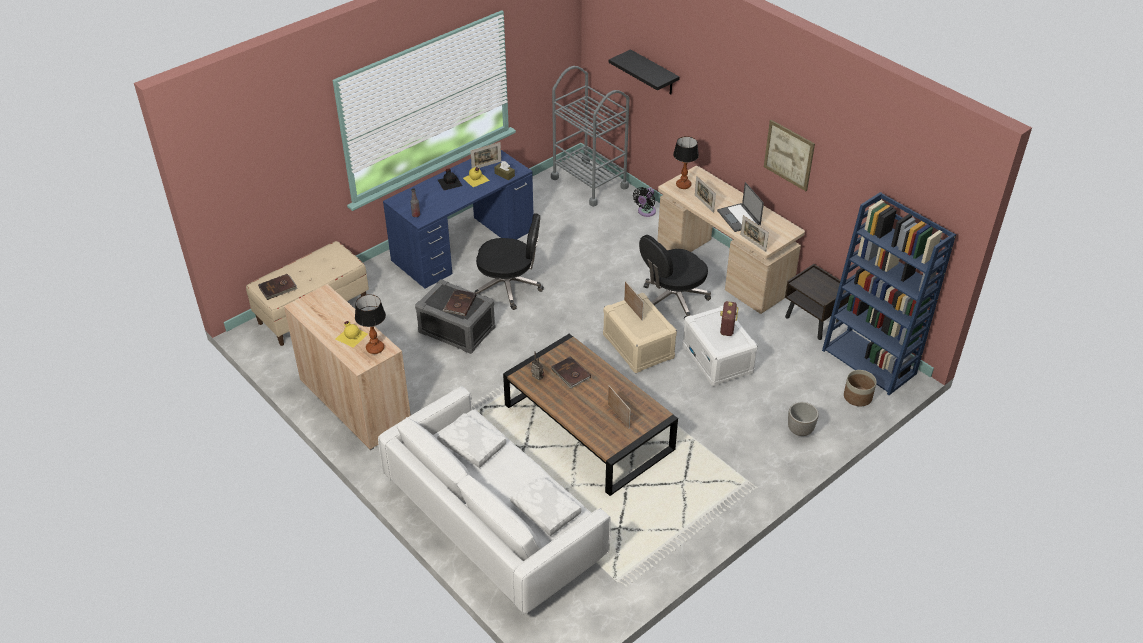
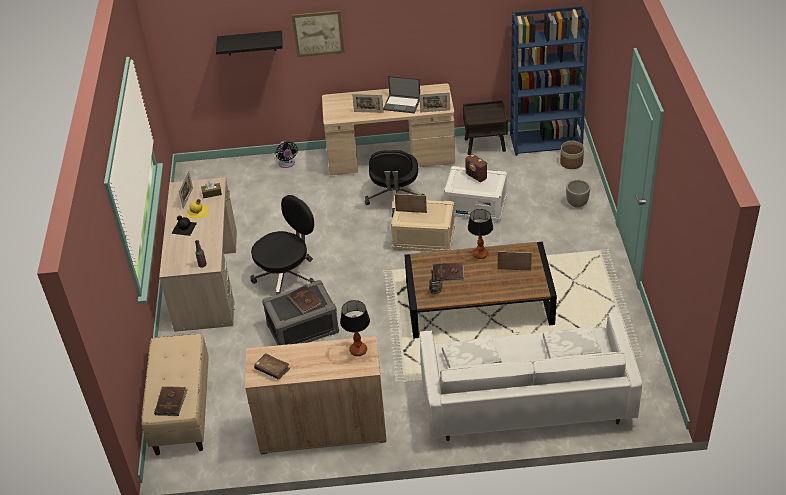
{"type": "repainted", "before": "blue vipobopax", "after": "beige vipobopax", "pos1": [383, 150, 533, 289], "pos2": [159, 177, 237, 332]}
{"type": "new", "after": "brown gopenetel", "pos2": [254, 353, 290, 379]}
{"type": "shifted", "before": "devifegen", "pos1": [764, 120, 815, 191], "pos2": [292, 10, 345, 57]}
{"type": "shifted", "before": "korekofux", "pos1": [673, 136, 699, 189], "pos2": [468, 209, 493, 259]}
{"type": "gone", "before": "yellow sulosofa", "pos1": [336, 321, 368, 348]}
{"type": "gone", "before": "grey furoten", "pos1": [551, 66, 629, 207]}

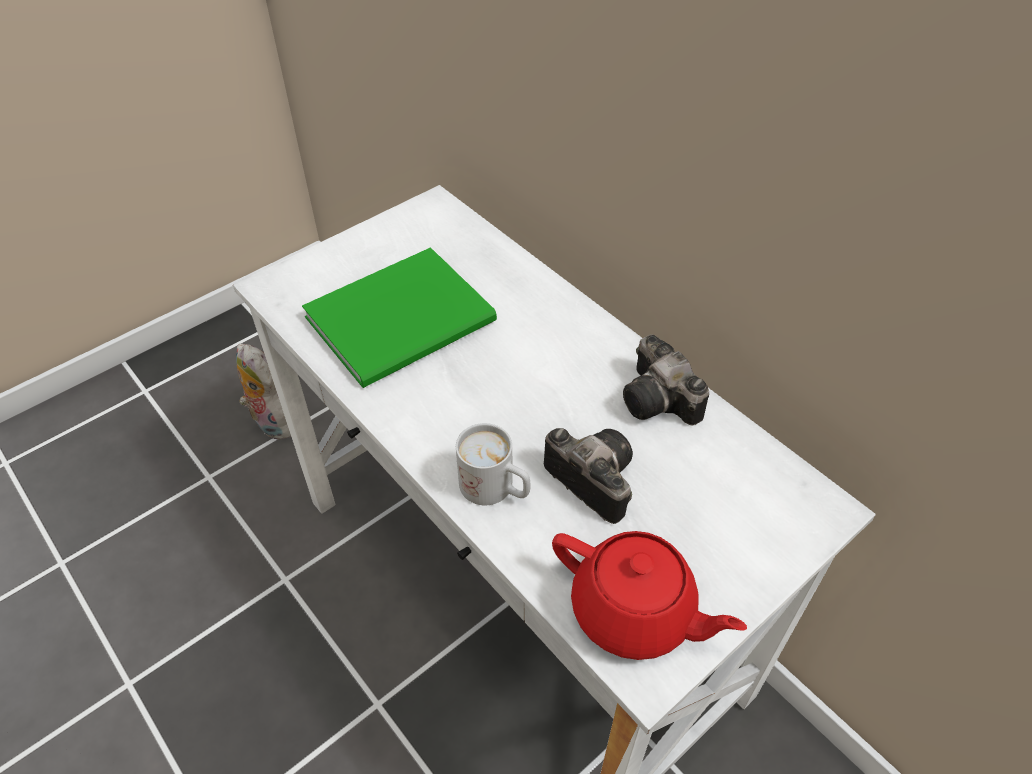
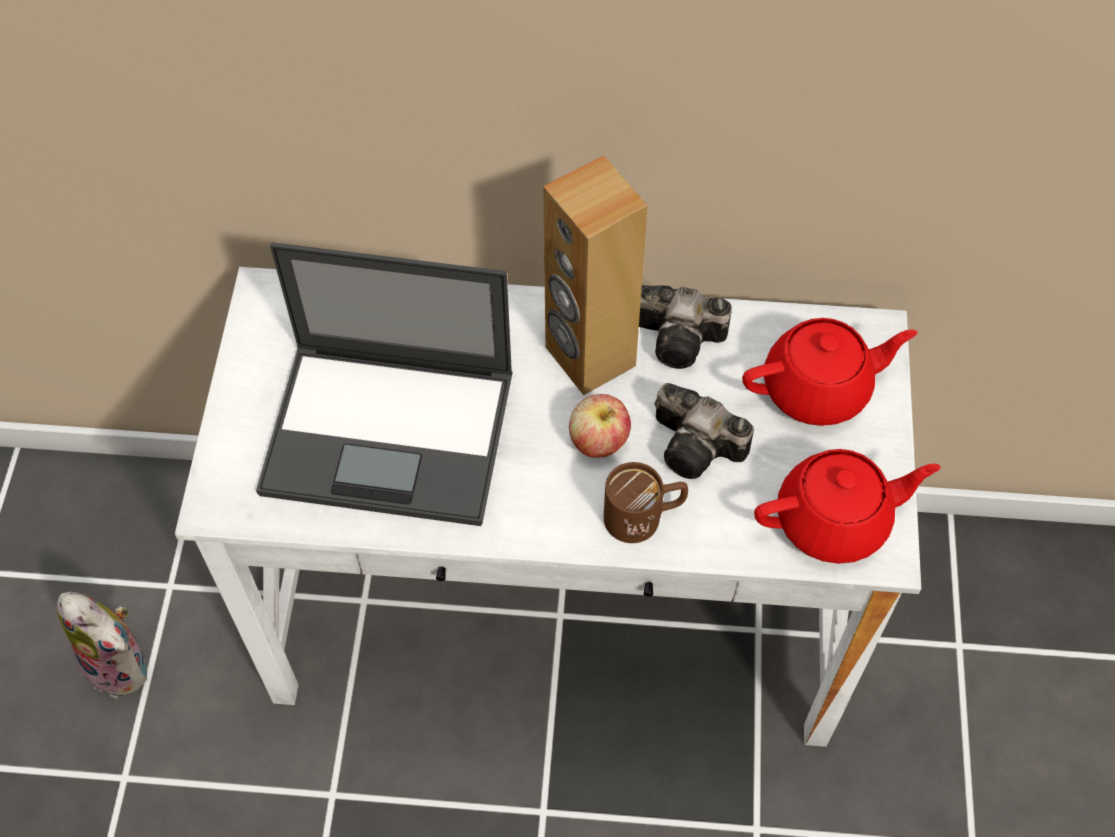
{"type": "rotated", "before": "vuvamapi", "pos1": [236, 344, 291, 440], "pos2": [57, 592, 147, 698], "turn": -150}
{"type": "swapped", "before": "green gopenetel", "after": "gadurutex", "pos1": [302, 247, 497, 388], "pos2": [256, 242, 513, 526]}
{"type": "new", "after": "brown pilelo", "pos2": [543, 156, 648, 395]}
{"type": "new", "after": "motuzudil", "pos2": [569, 394, 631, 458]}
{"type": "repainted", "before": "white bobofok", "after": "brown bobofok", "pos1": [456, 423, 530, 505], "pos2": [604, 462, 688, 543]}
{"type": "rotated", "before": "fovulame", "pos1": [544, 428, 633, 524], "pos2": [654, 383, 754, 479], "turn": -150}
{"type": "new", "after": "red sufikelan", "pos2": [742, 318, 917, 426]}

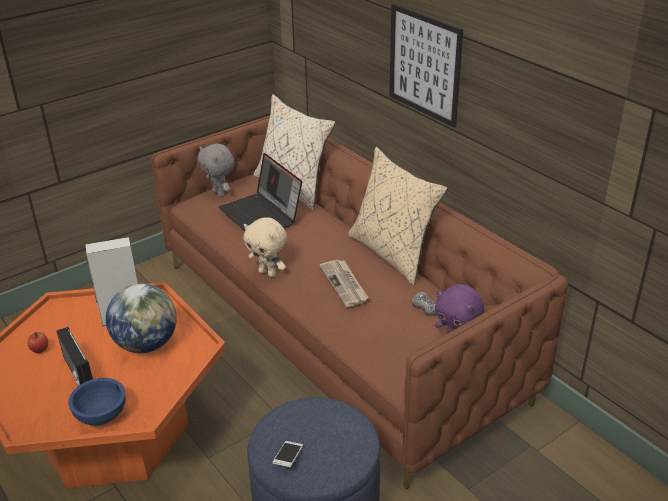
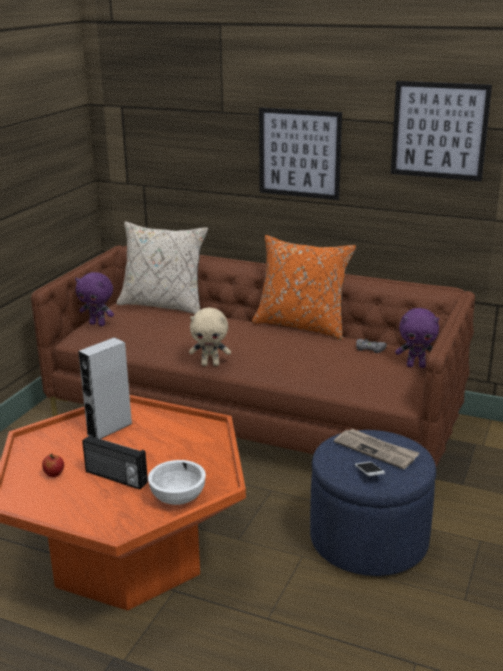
{"type": "repainted", "before": "grey vuvamapi", "after": "purple vuvamapi", "pos1": [198, 144, 235, 197], "pos2": [75, 272, 114, 326]}
{"type": "repainted", "before": "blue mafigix", "after": "white mafigix", "pos1": [68, 378, 126, 426], "pos2": [148, 460, 206, 505]}
{"type": "repainted", "before": "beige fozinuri", "after": "orange fozinuri", "pos1": [348, 147, 448, 285], "pos2": [252, 235, 356, 340]}
{"type": "shifted", "before": "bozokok", "pos1": [319, 259, 369, 307], "pos2": [334, 429, 420, 469]}
{"type": "new", "after": "devifegen", "pos2": [391, 81, 492, 181]}
{"type": "gone", "before": "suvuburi", "pos1": [106, 284, 177, 353]}
{"type": "gone", "before": "gadurutex", "pos1": [219, 153, 302, 231]}

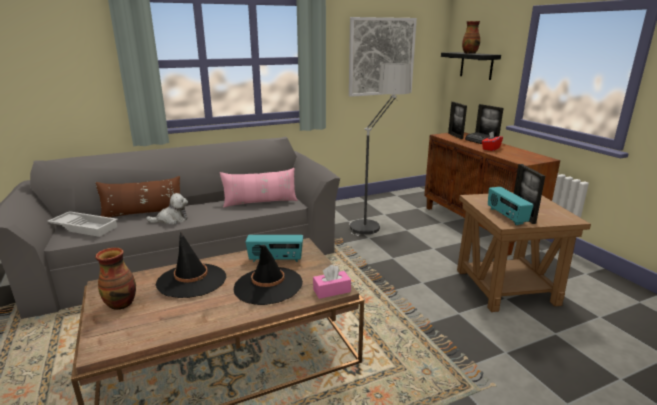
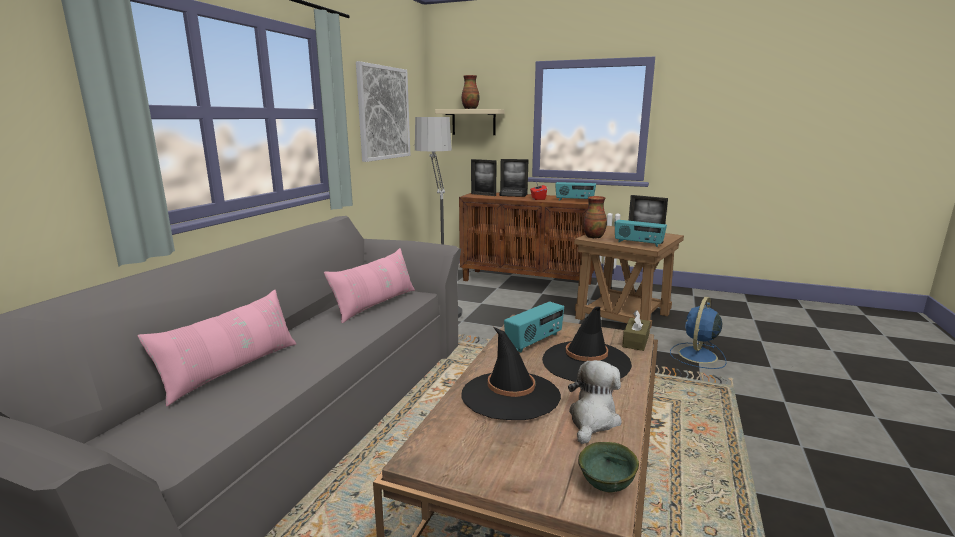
{"type": "repainted", "before": "brown fozinuri", "after": "pink fozinuri", "pos1": [95, 176, 180, 217], "pos2": [137, 290, 296, 407]}
{"type": "repainted", "before": "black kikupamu", "after": "beige kikupamu", "pos1": [441, 52, 501, 80], "pos2": [435, 109, 505, 135]}
{"type": "new", "after": "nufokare", "pos2": [555, 182, 596, 201]}
{"type": "shifted", "before": "vuvamapi", "pos1": [146, 193, 188, 225], "pos2": [568, 360, 622, 444]}
{"type": "new", "after": "green mafigix", "pos2": [578, 442, 639, 493]}
{"type": "shifted", "before": "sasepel", "pos1": [95, 248, 136, 310], "pos2": [583, 196, 607, 238]}
{"type": "repainted", "before": "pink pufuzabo", "after": "brown pufuzabo", "pos1": [313, 265, 351, 299], "pos2": [622, 310, 650, 351]}
{"type": "new", "after": "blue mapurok", "pos2": [670, 297, 727, 369]}
{"type": "gone", "before": "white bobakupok", "pos1": [47, 211, 118, 237]}

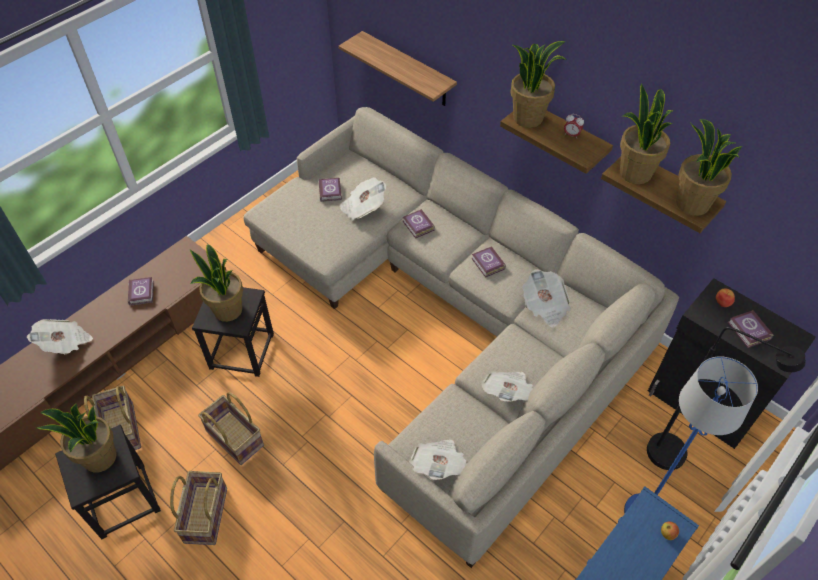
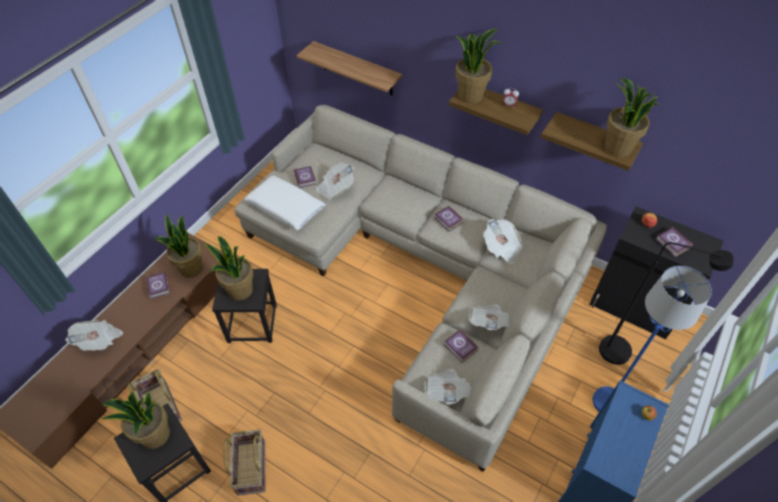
{"type": "shifted", "before": "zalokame", "pos1": [620, 83, 672, 184], "pos2": [155, 214, 203, 278]}
{"type": "new", "after": "white fozinuri", "pos2": [244, 175, 326, 230]}
{"type": "shifted", "before": "gopenetel", "pos1": [403, 209, 435, 239], "pos2": [444, 330, 479, 363]}
{"type": "gone", "before": "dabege", "pos1": [198, 392, 264, 465]}

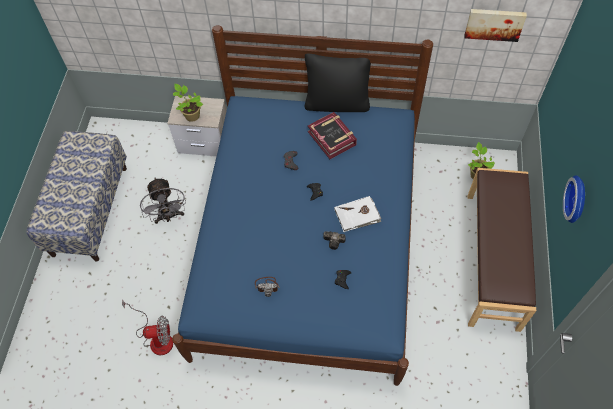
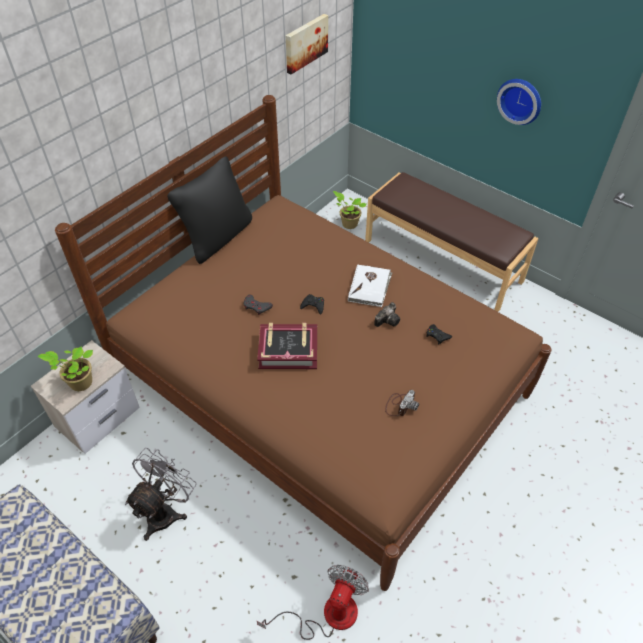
{"type": "repainted", "before": "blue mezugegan", "after": "brown mezugegan", "pos1": [172, 25, 433, 386], "pos2": [55, 95, 552, 591]}
{"type": "rotated", "before": "grey mapurok", "pos1": [140, 177, 186, 224], "pos2": [125, 448, 197, 541], "turn": -75}
{"type": "shifted", "before": "gopenetel", "pos1": [308, 112, 357, 159], "pos2": [257, 323, 317, 369]}

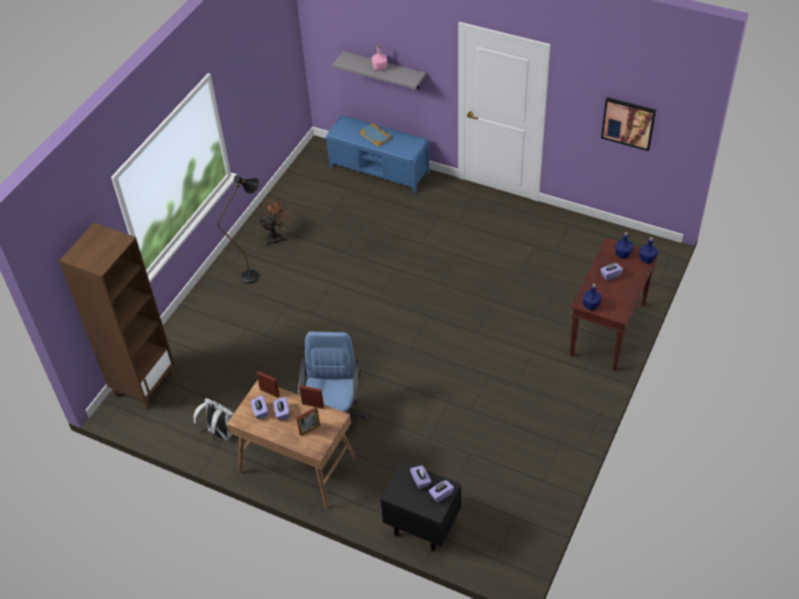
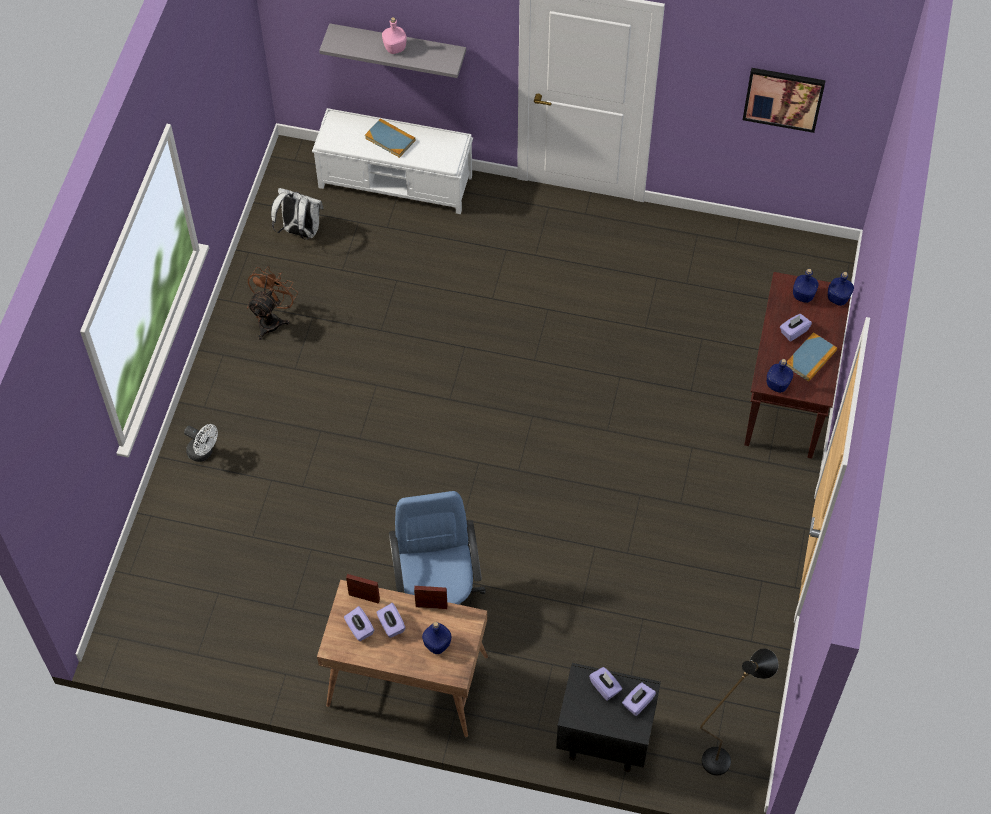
{"type": "new", "after": "white mapurok", "pos2": [184, 424, 218, 462]}
{"type": "shifted", "before": "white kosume", "pos1": [194, 398, 234, 442], "pos2": [271, 188, 324, 240]}
{"type": "repainted", "before": "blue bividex", "after": "white bividex", "pos1": [325, 115, 430, 193], "pos2": [312, 108, 473, 214]}
{"type": "swapped", "before": "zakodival", "after": "blue sulosofa", "pos1": [296, 407, 320, 436], "pos2": [422, 622, 451, 654]}
{"type": "shifted", "before": "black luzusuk", "pos1": [217, 175, 260, 284], "pos2": [700, 648, 778, 776]}
{"type": "new", "after": "gopenetel", "pos2": [786, 332, 837, 382]}
{"type": "gone", "before": "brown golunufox", "pos1": [59, 223, 175, 410]}

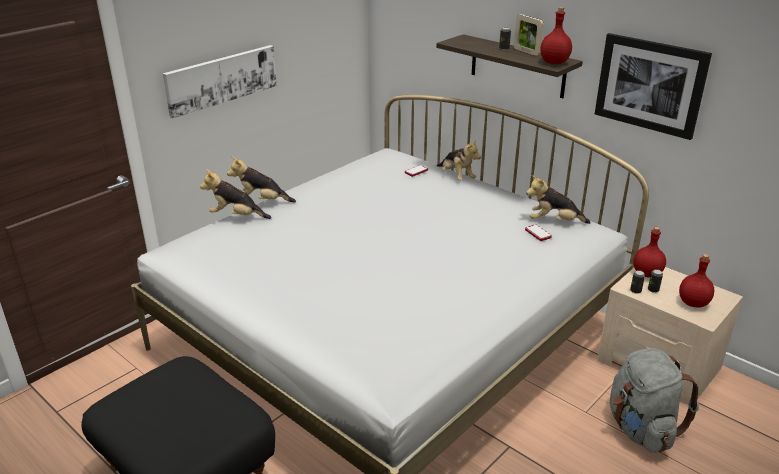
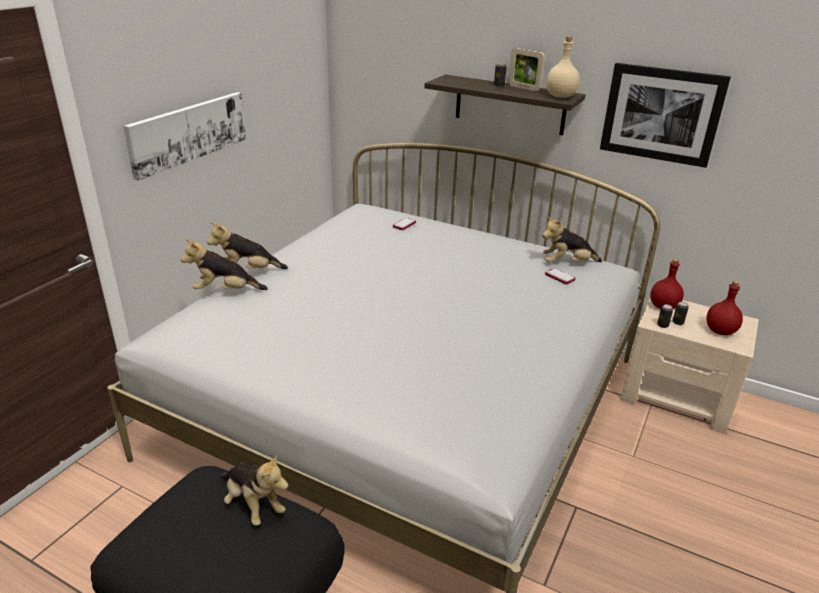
{"type": "shifted", "before": "vuvamapi", "pos1": [437, 140, 481, 181], "pos2": [220, 453, 289, 526]}
{"type": "repainted", "before": "red sulosofa", "after": "beige sulosofa", "pos1": [540, 7, 572, 64], "pos2": [546, 36, 580, 98]}
{"type": "gone", "before": "grey kosume", "pos1": [610, 348, 699, 453]}

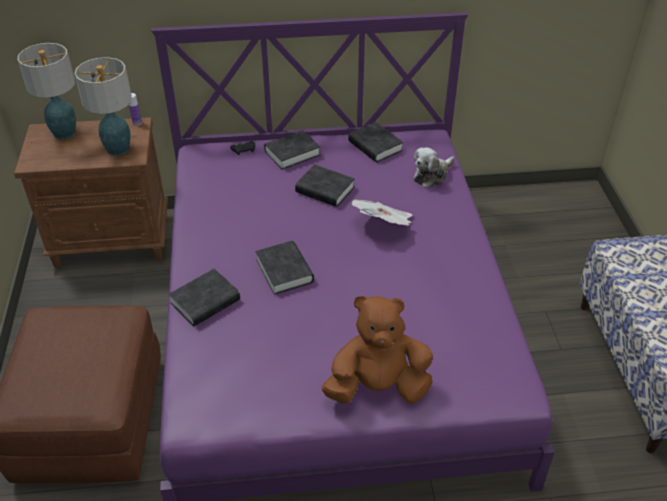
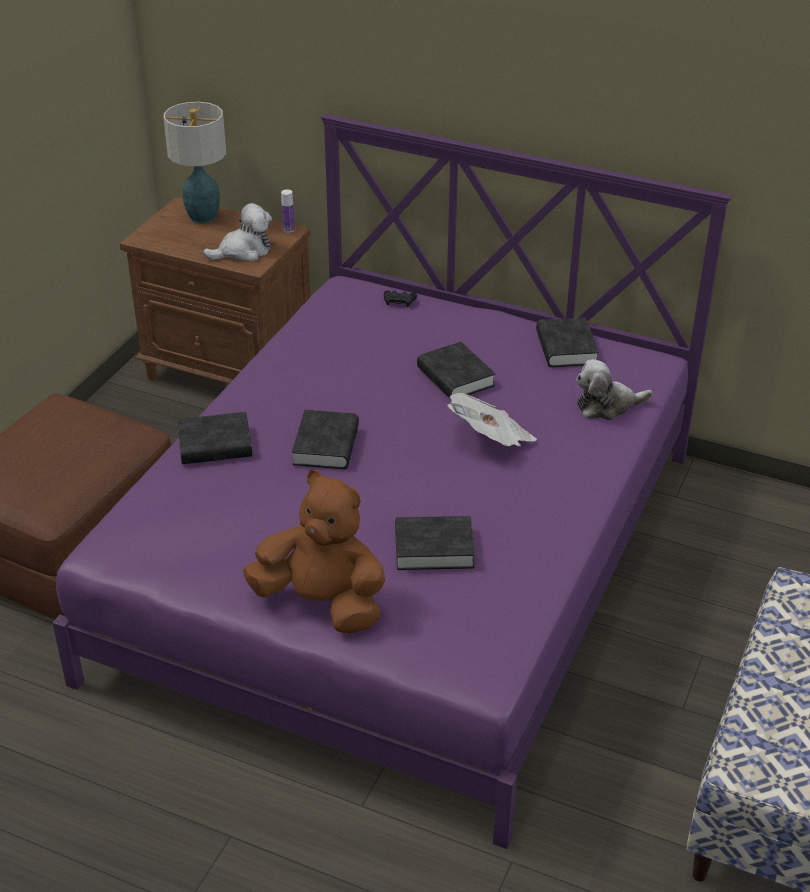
{"type": "swapped", "before": "korekofux", "after": "vuvamapi", "pos1": [75, 57, 132, 156], "pos2": [203, 203, 272, 261]}
{"type": "shifted", "before": "black gopenetel", "pos1": [264, 130, 321, 170], "pos2": [395, 516, 475, 570]}

